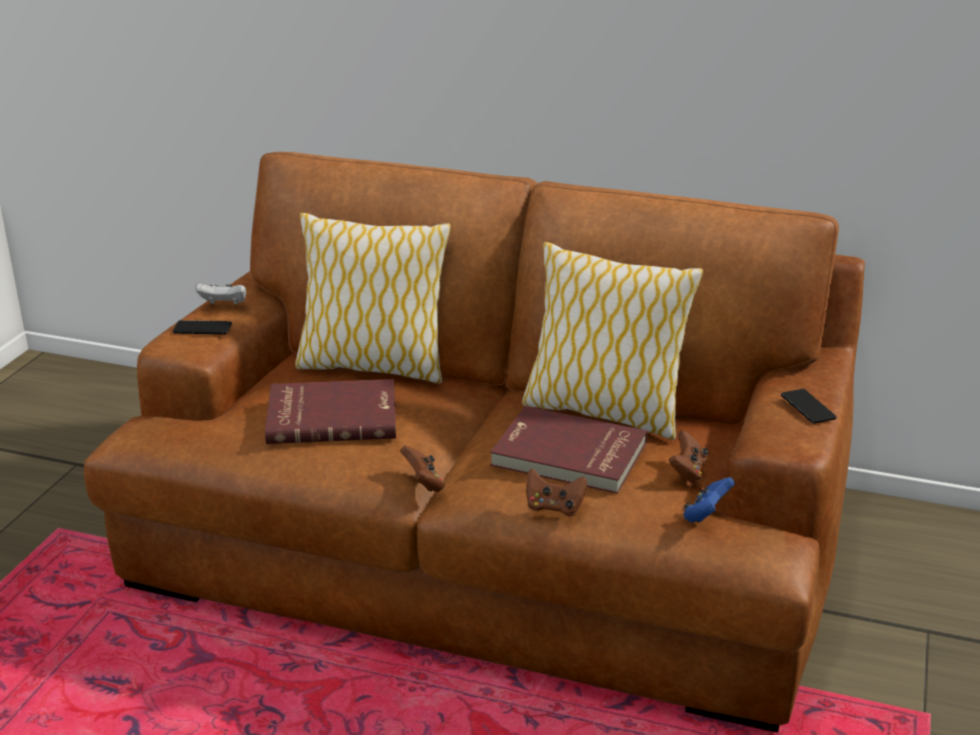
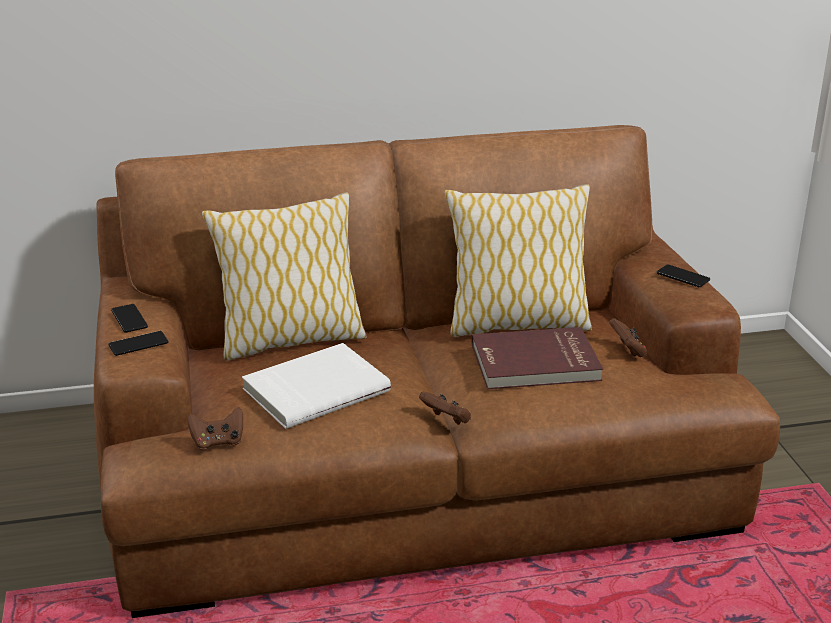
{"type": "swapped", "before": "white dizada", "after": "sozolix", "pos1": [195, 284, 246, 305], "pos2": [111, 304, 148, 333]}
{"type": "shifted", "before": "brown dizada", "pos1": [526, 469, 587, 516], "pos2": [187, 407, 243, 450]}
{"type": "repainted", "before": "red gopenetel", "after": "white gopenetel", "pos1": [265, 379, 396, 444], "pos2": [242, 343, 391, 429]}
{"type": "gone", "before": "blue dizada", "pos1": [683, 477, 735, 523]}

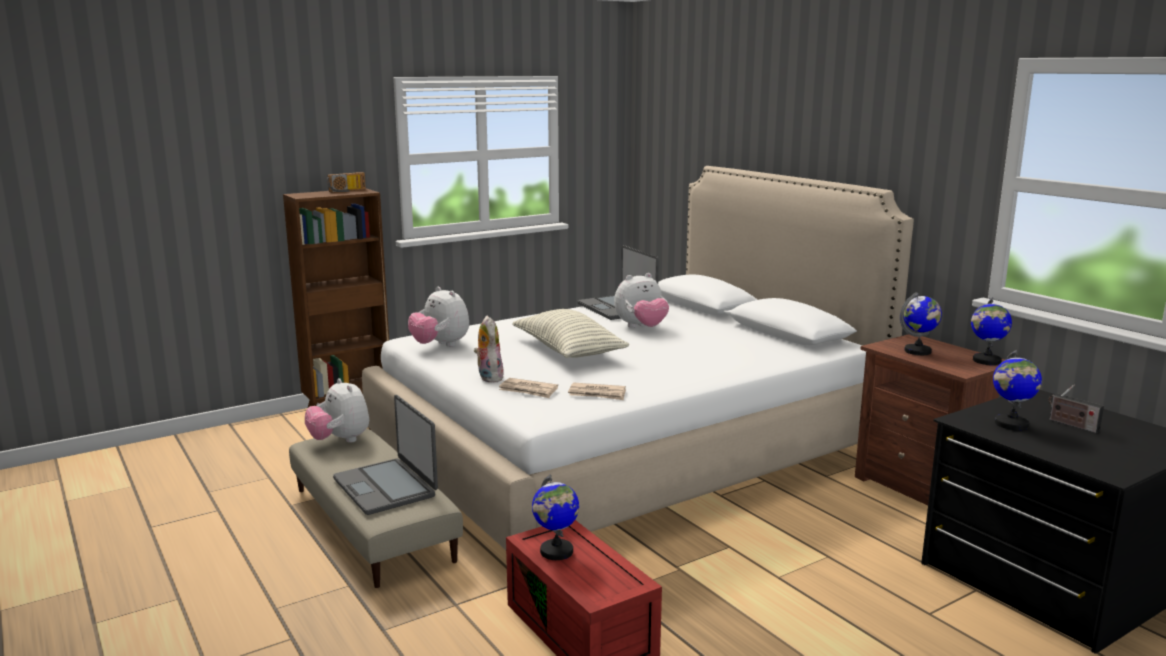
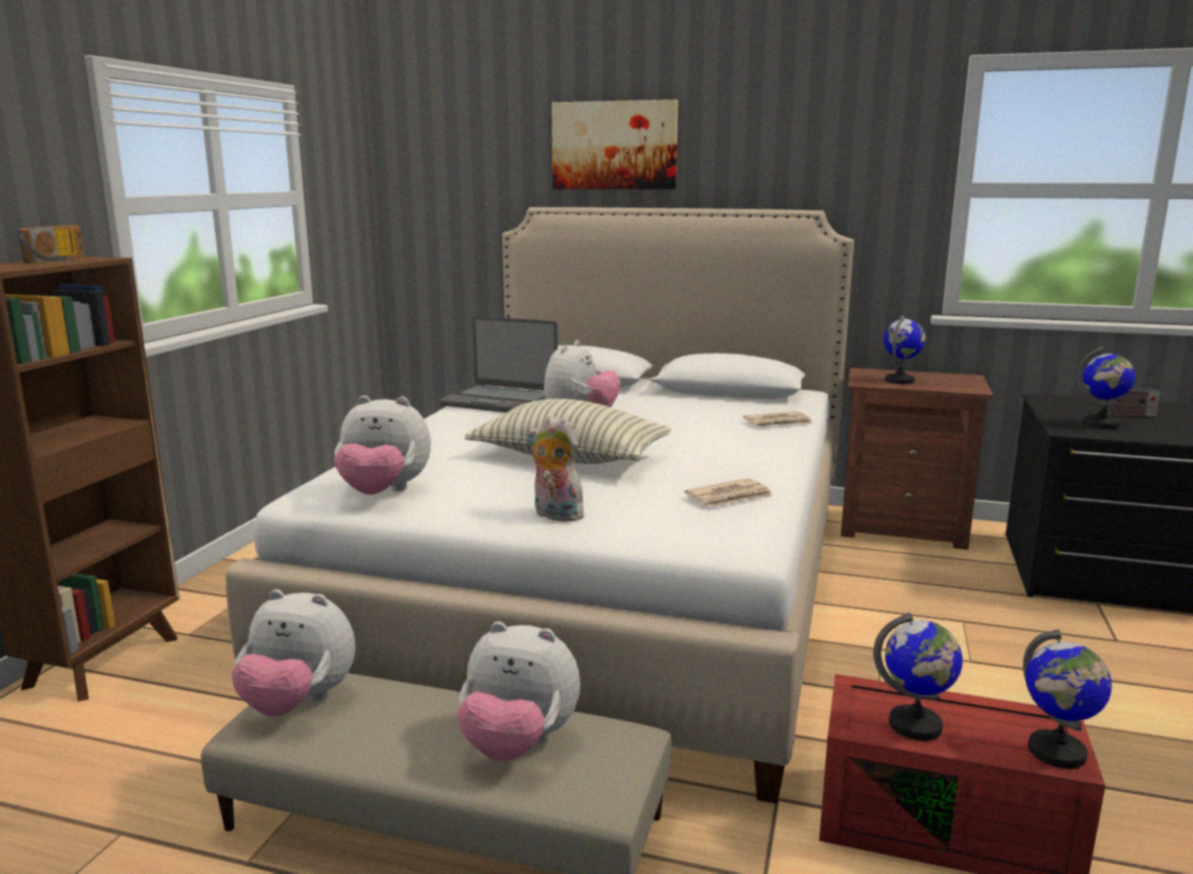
{"type": "swapped", "before": "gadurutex", "after": "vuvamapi", "pos1": [333, 395, 438, 515], "pos2": [457, 621, 580, 761]}
{"type": "new", "after": "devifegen", "pos2": [552, 100, 678, 189]}
{"type": "shifted", "before": "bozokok", "pos1": [499, 378, 558, 398], "pos2": [743, 411, 813, 427]}
{"type": "shifted", "before": "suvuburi", "pos1": [971, 297, 1012, 365], "pos2": [1023, 630, 1112, 769]}

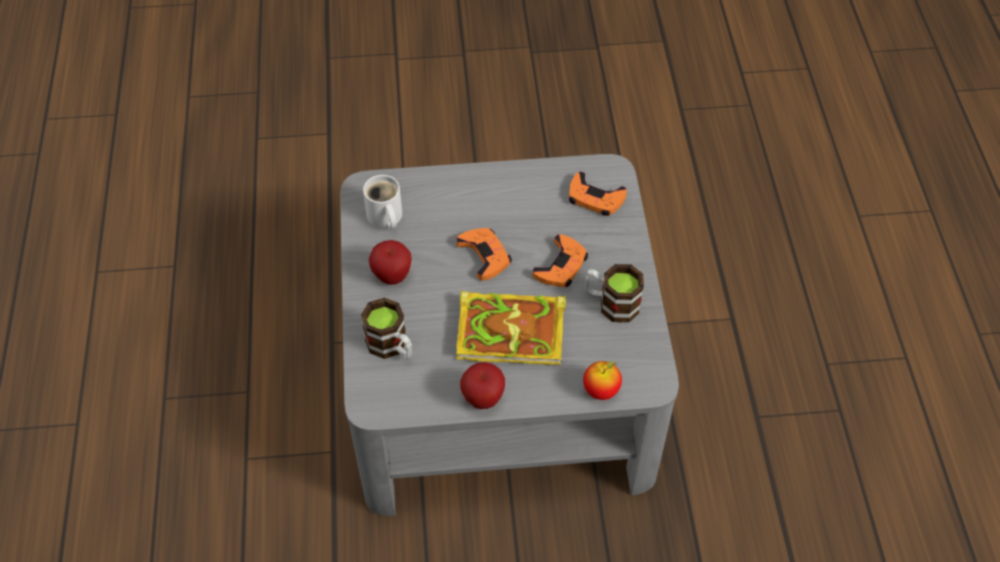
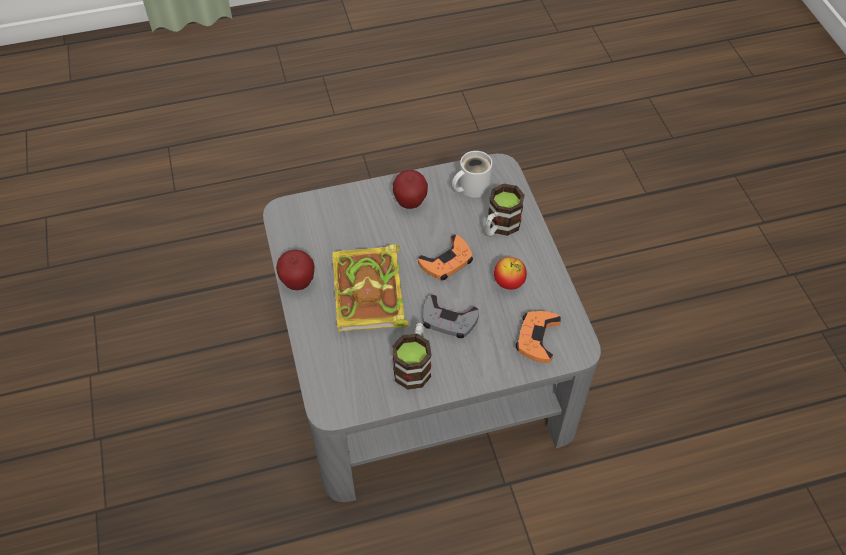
{"type": "repainted", "before": "orange dizada", "after": "grey dizada", "pos1": [533, 234, 588, 287], "pos2": [423, 295, 479, 338]}
{"type": "shifted", "before": "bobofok", "pos1": [361, 298, 412, 360], "pos2": [485, 183, 525, 237]}
{"type": "shifted", "before": "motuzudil", "pos1": [583, 361, 622, 400], "pos2": [494, 257, 527, 290]}

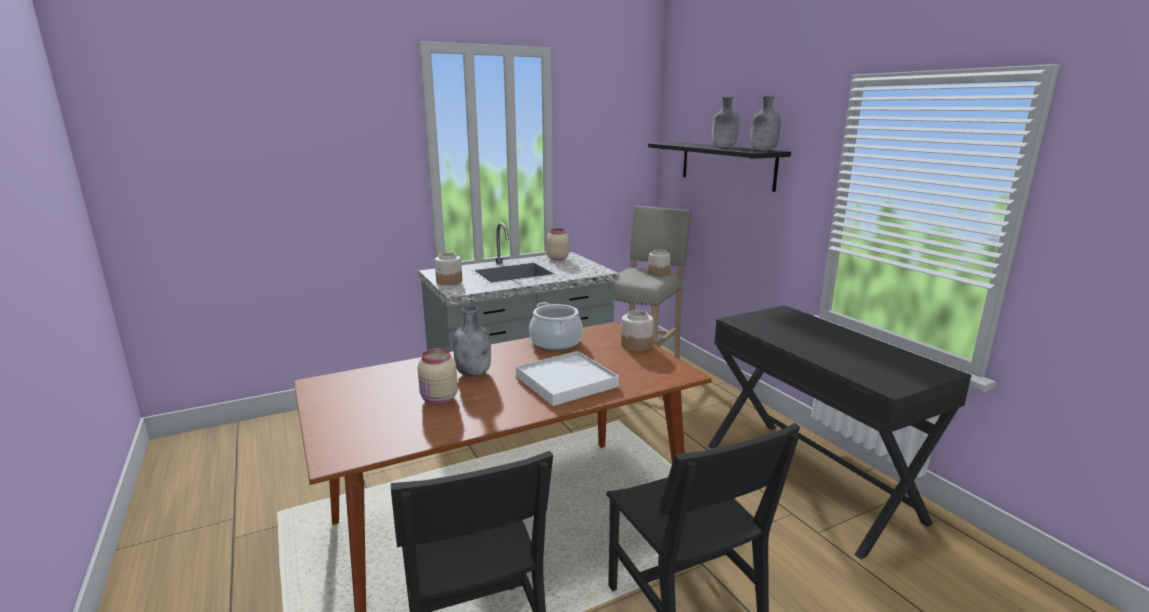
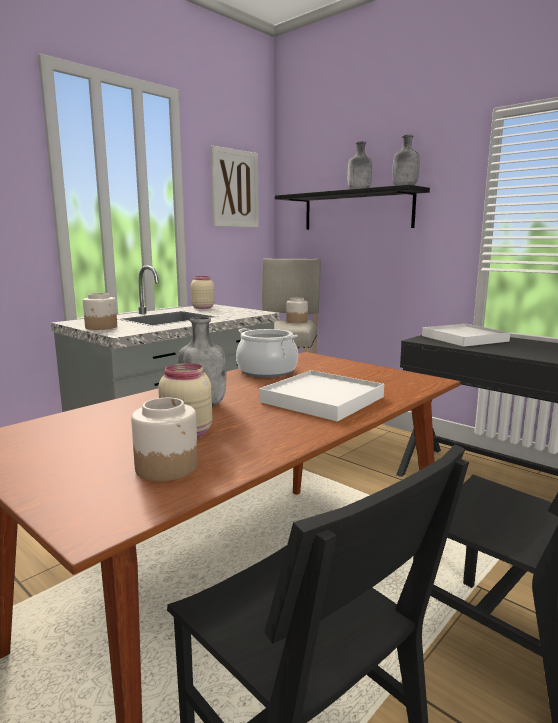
{"type": "shifted", "before": "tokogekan", "pos1": [621, 310, 653, 351], "pos2": [131, 398, 198, 481]}
{"type": "new", "after": "devifegen", "pos2": [210, 145, 259, 227]}
{"type": "new", "after": "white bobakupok", "pos2": [422, 324, 511, 347]}

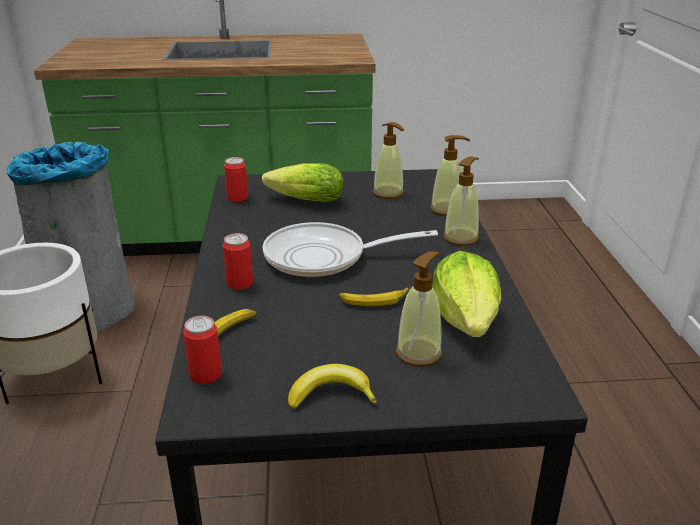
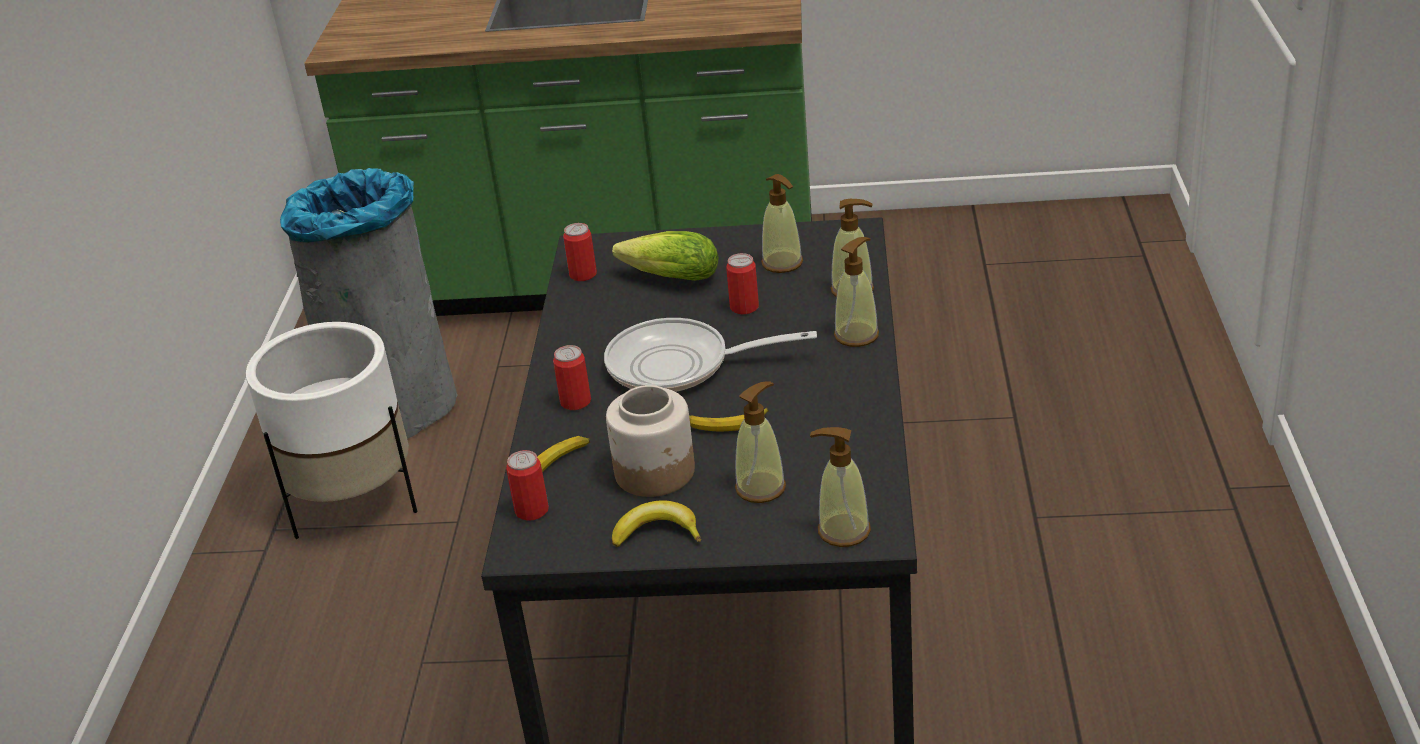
{"type": "new", "after": "tokogekan", "pos2": [606, 385, 695, 497]}
{"type": "new", "after": "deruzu", "pos2": [726, 253, 759, 314]}
{"type": "new", "after": "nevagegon", "pos2": [810, 427, 871, 547]}
{"type": "gone", "before": "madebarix", "pos1": [432, 251, 501, 337]}

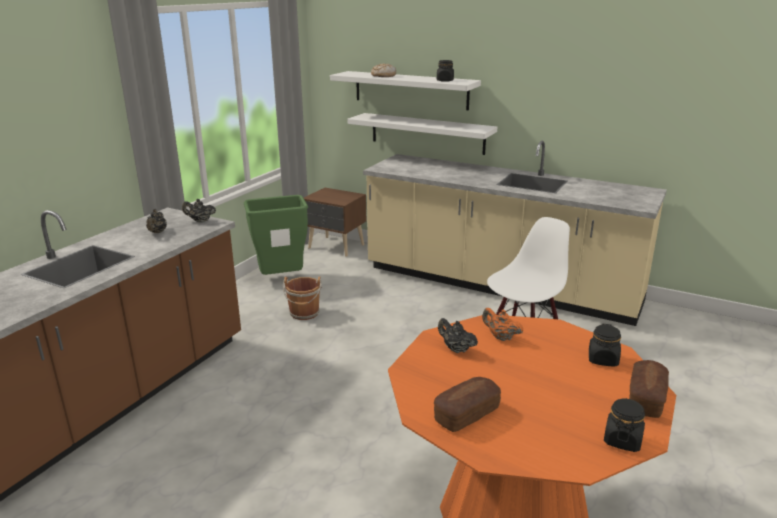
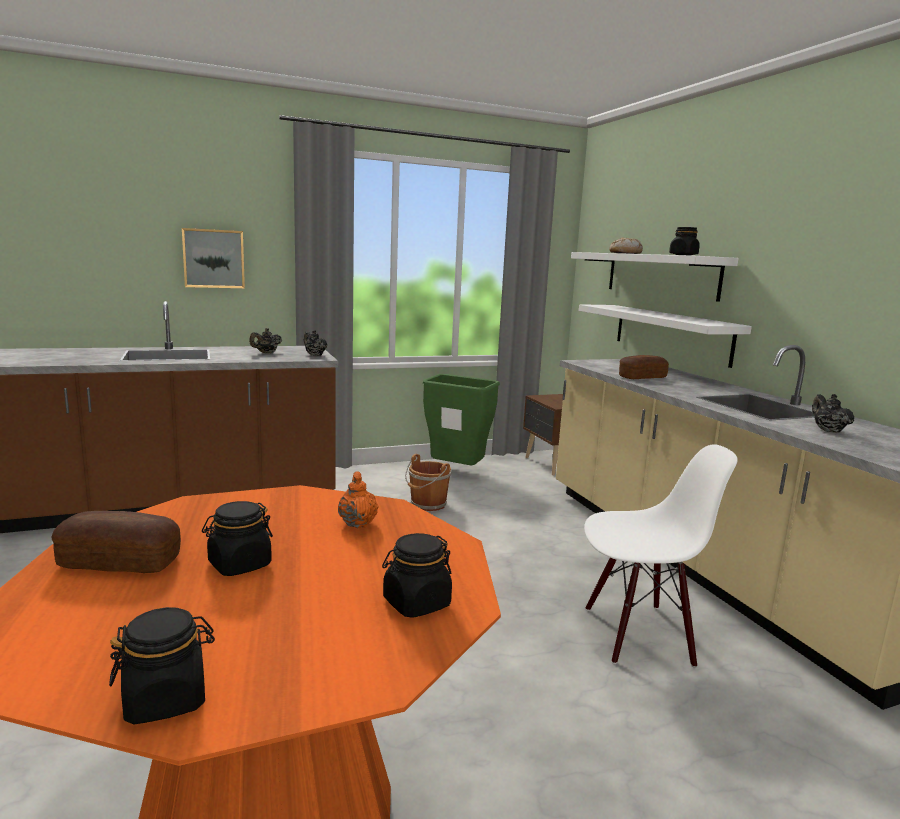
{"type": "new", "after": "devifegen", "pos2": [182, 228, 245, 288]}
{"type": "new", "after": "black tokogekan", "pos2": [202, 501, 273, 576]}
{"type": "shifted", "before": "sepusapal", "pos1": [629, 360, 669, 418], "pos2": [619, 355, 669, 379]}
{"type": "shifted", "before": "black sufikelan", "pos1": [438, 318, 478, 353], "pos2": [812, 394, 854, 433]}

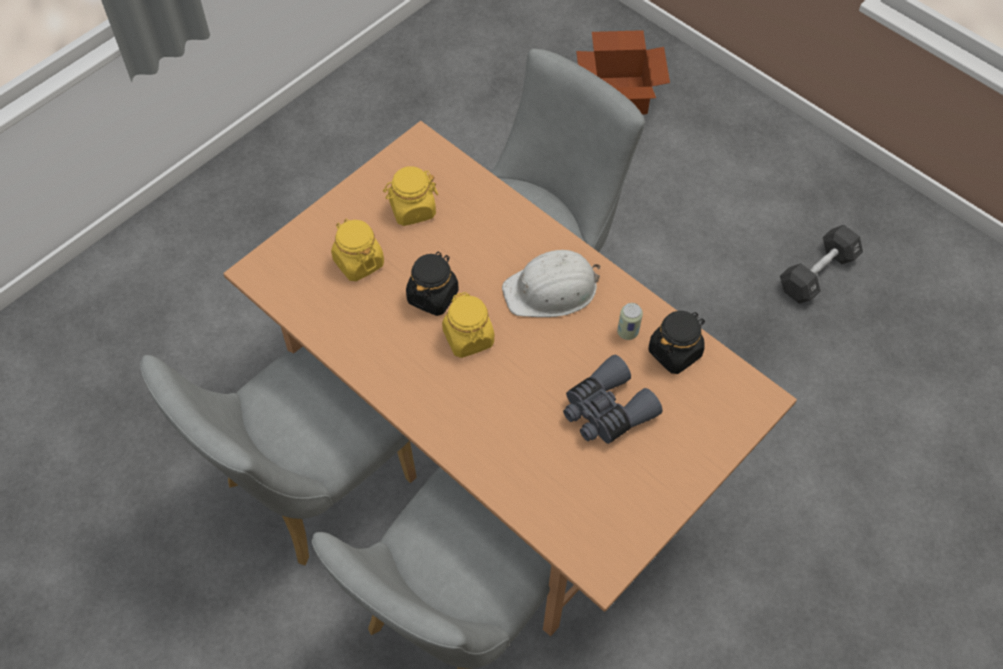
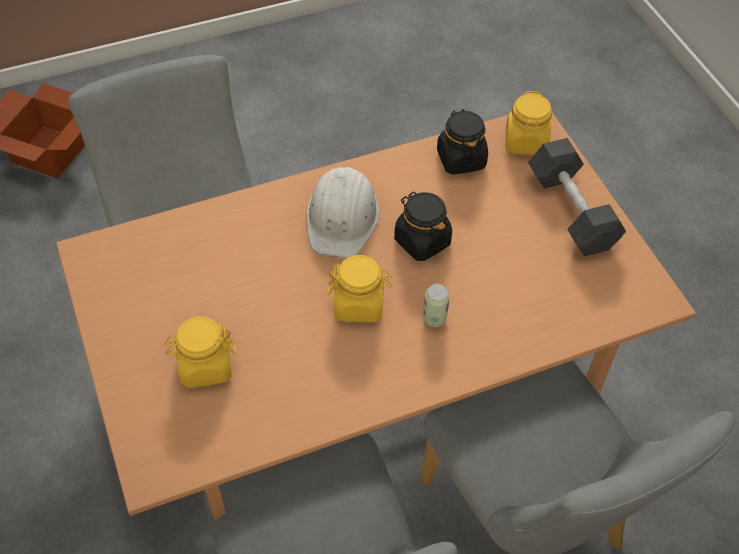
{"type": "shifted", "before": "black tokogekan", "pos1": [406, 252, 459, 316], "pos2": [394, 192, 452, 261]}
{"type": "shifted", "before": "deruzu", "pos1": [617, 303, 643, 340], "pos2": [423, 284, 450, 327]}
{"type": "shifted", "before": "yellow tokogekan", "pos1": [383, 166, 438, 226], "pos2": [505, 91, 552, 156]}
{"type": "shifted", "before": "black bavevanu", "pos1": [780, 225, 863, 304], "pos2": [528, 138, 626, 256]}
{"type": "gone", "before": "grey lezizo", "pos1": [563, 355, 663, 444]}

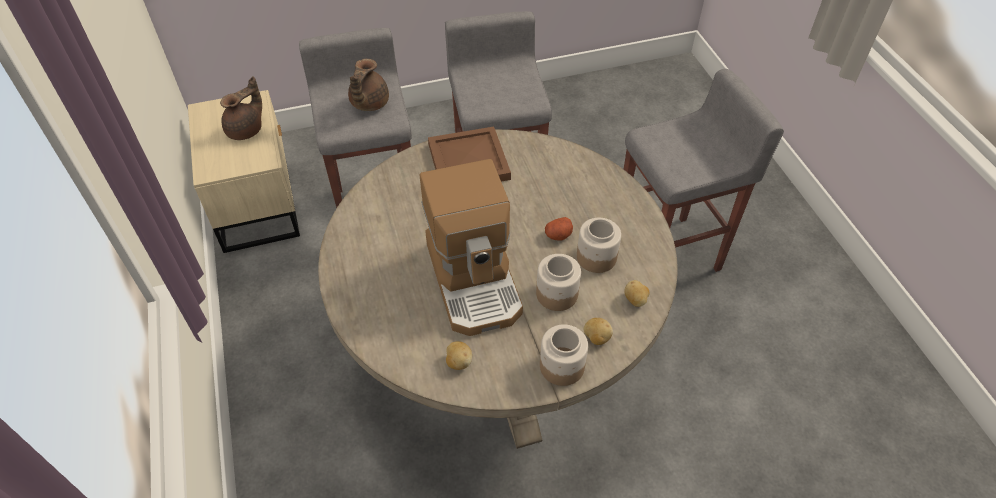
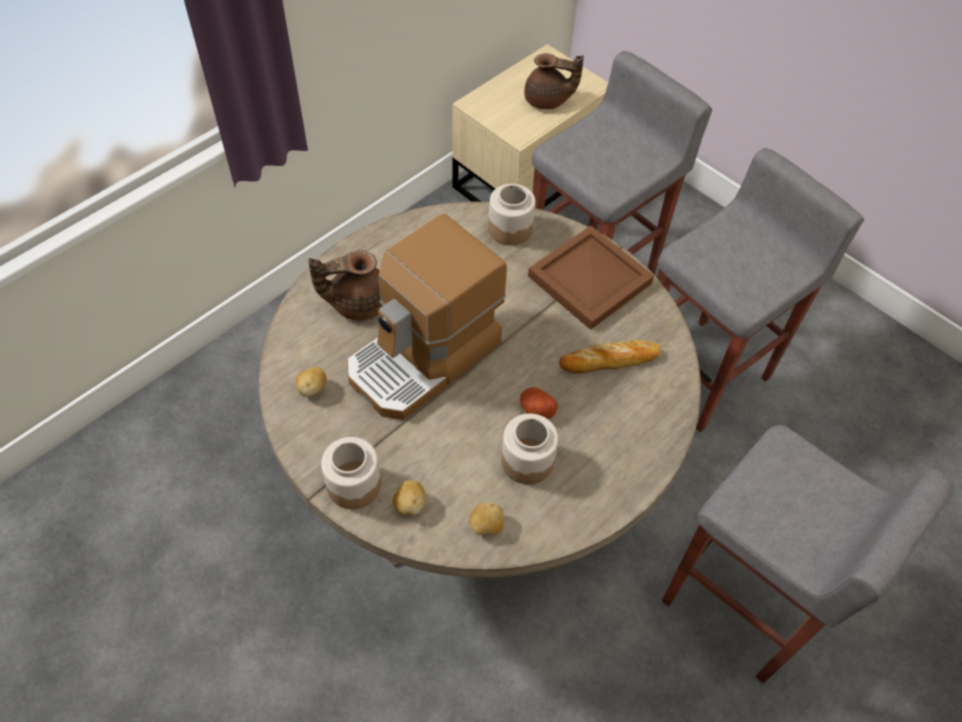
{"type": "shifted", "before": "brown sufikelan", "pos1": [348, 59, 389, 111], "pos2": [308, 250, 381, 321]}
{"type": "shifted", "before": "tokogekan", "pos1": [536, 254, 581, 311], "pos2": [488, 184, 536, 246]}
{"type": "new", "after": "sepusapal", "pos2": [559, 340, 660, 374]}

